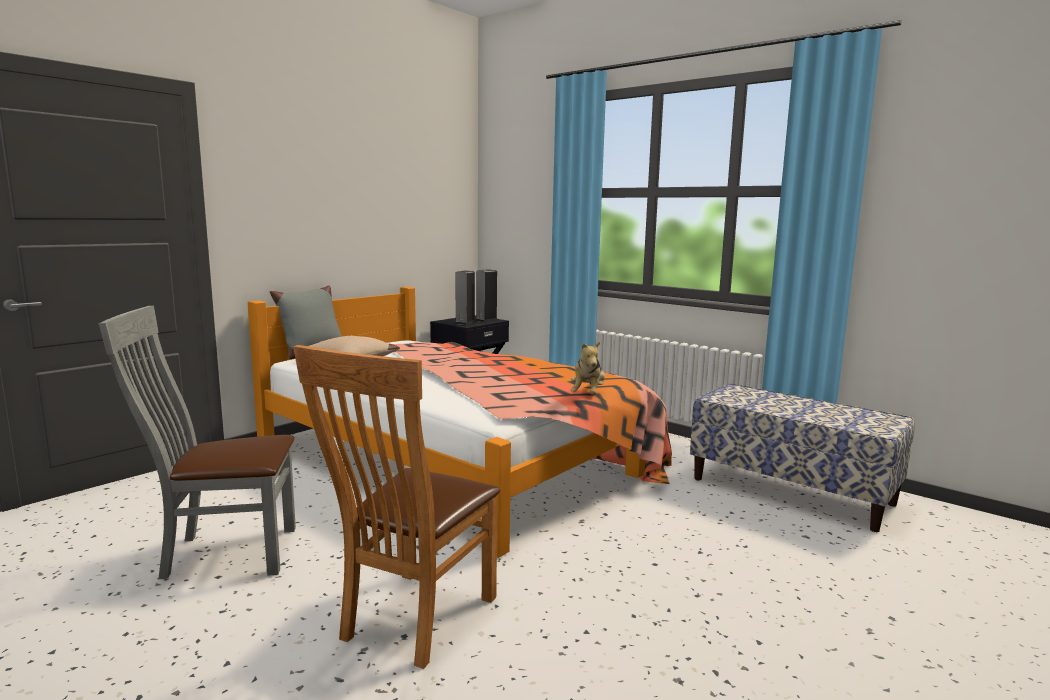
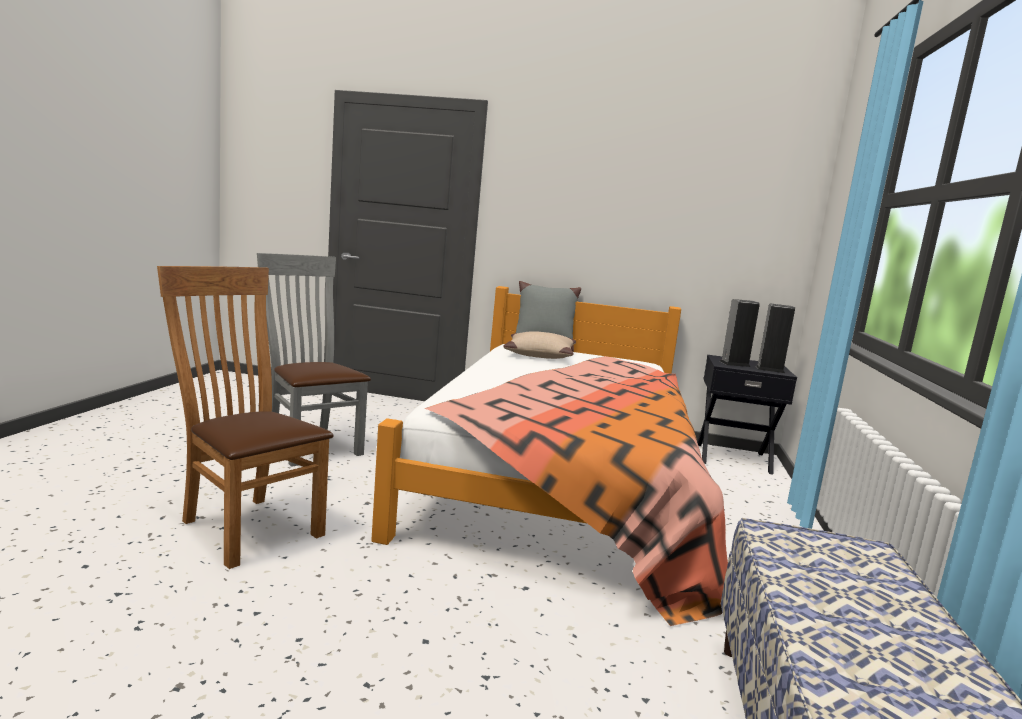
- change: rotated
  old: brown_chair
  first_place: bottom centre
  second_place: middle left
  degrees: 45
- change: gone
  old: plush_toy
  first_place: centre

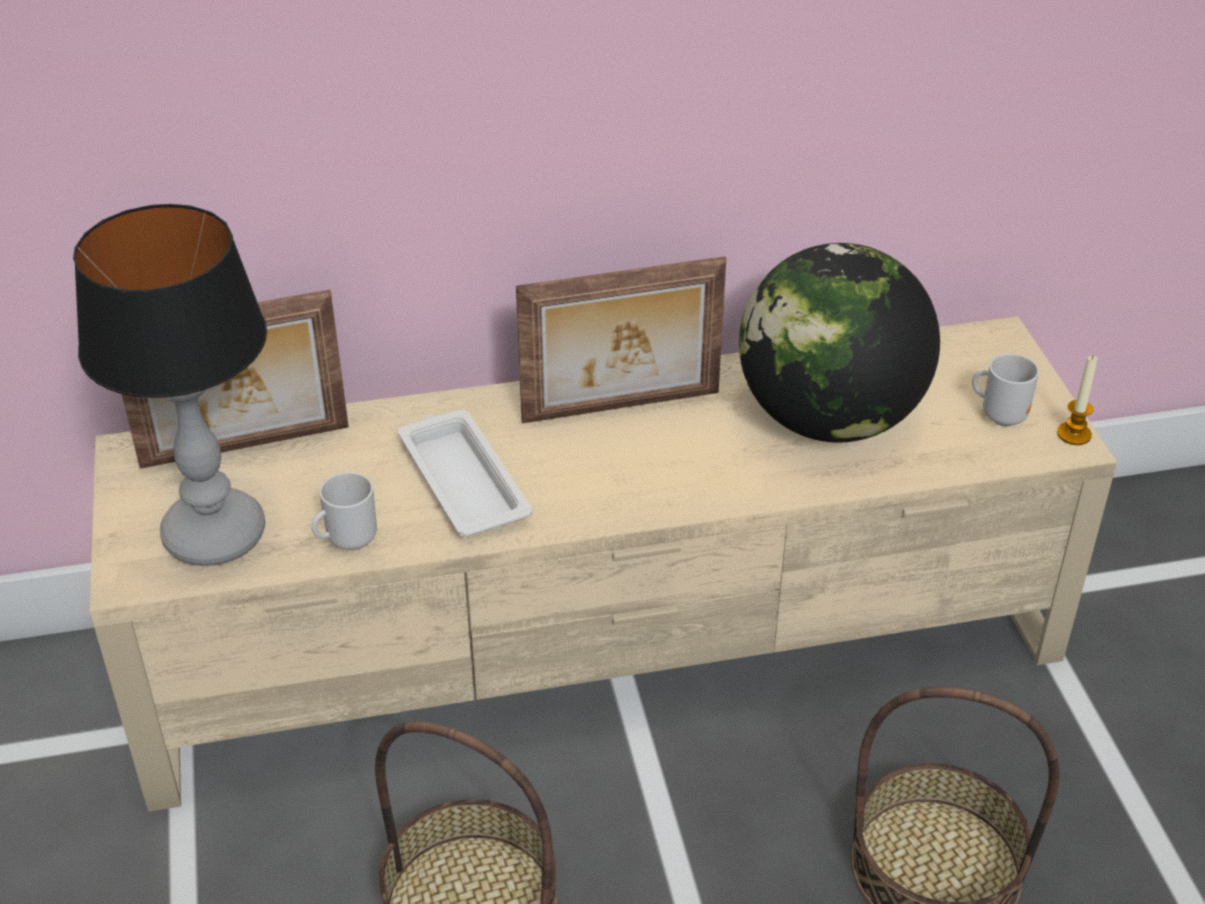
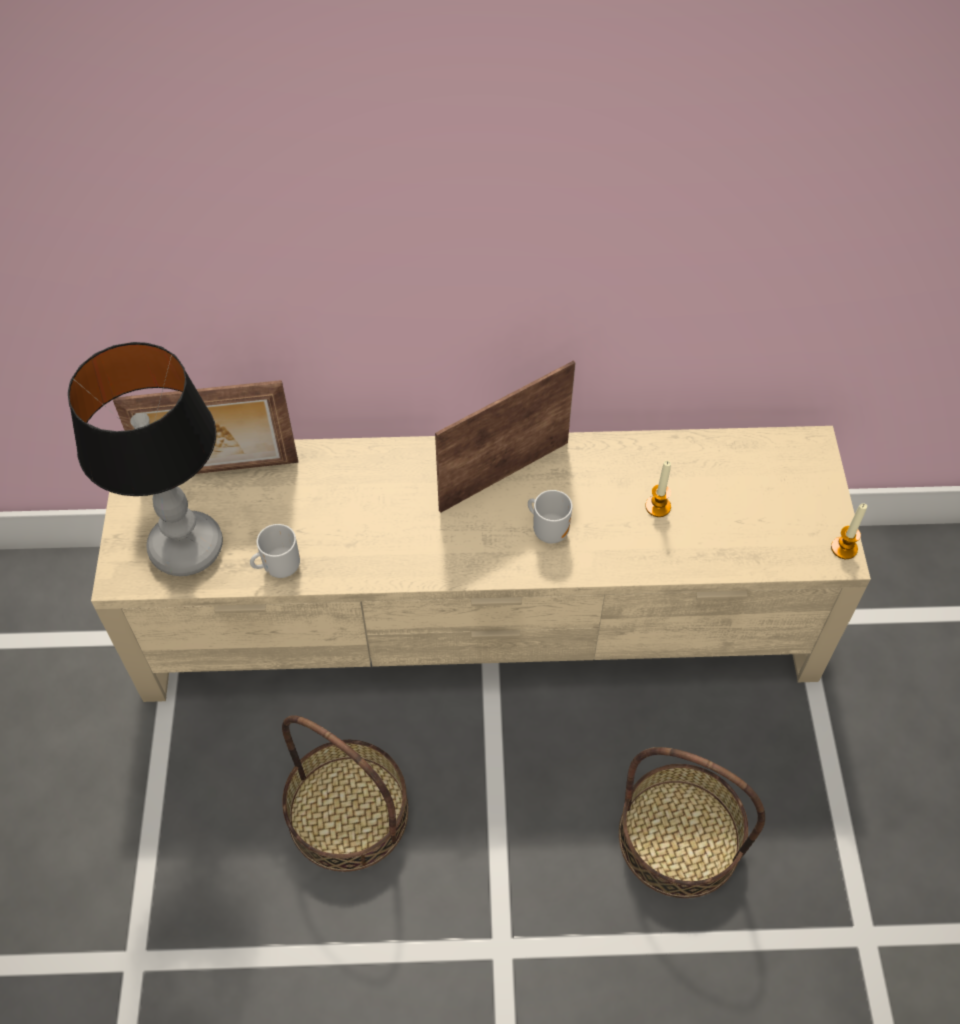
- change: gone
  old: white_tray
  first_place: centre
- change: rotated
  old: picture_frame (no. 2 from left)
  first_place: centre
  second_place: centre
  degrees: 150
- change: swapped
  old: globe
  new: candle (no. 1 from left)
  first_place: middle right
  second_place: middle right
- change: shifted
  old: mug (no. 2 from left)
  first_place: middle right
  second_place: centre

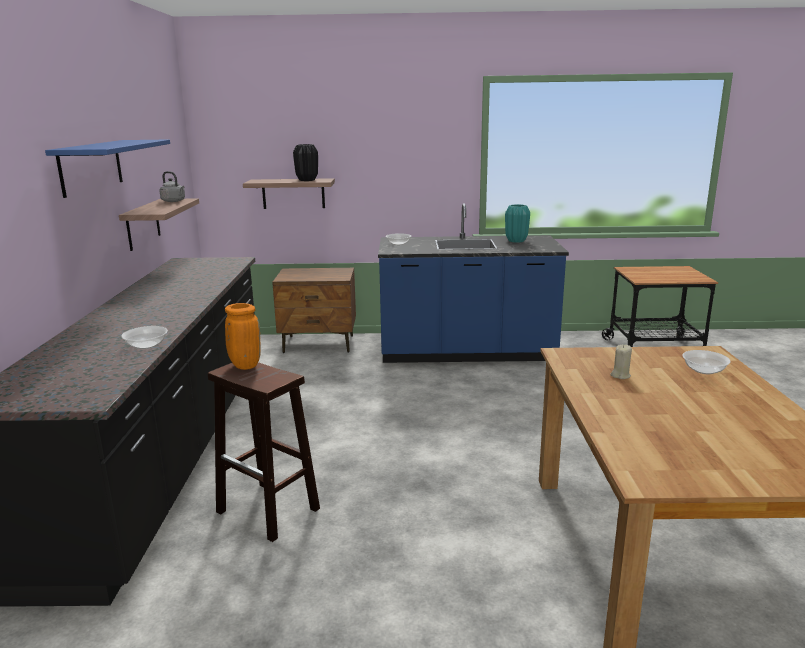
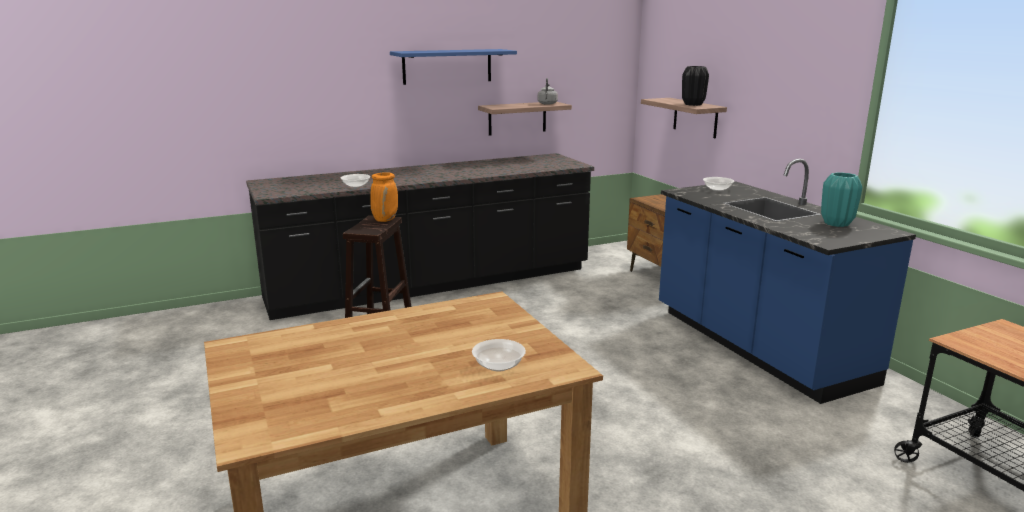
- change: gone
  old: beige_candle
  first_place: middle right

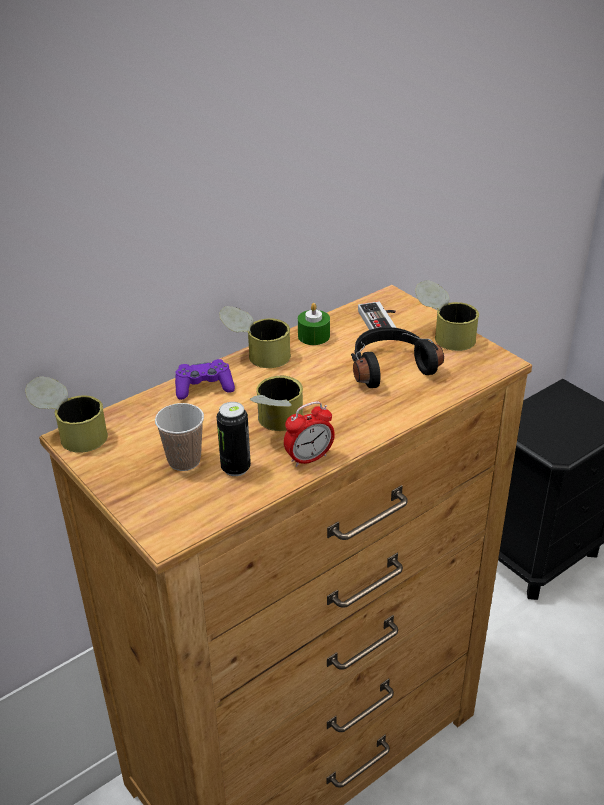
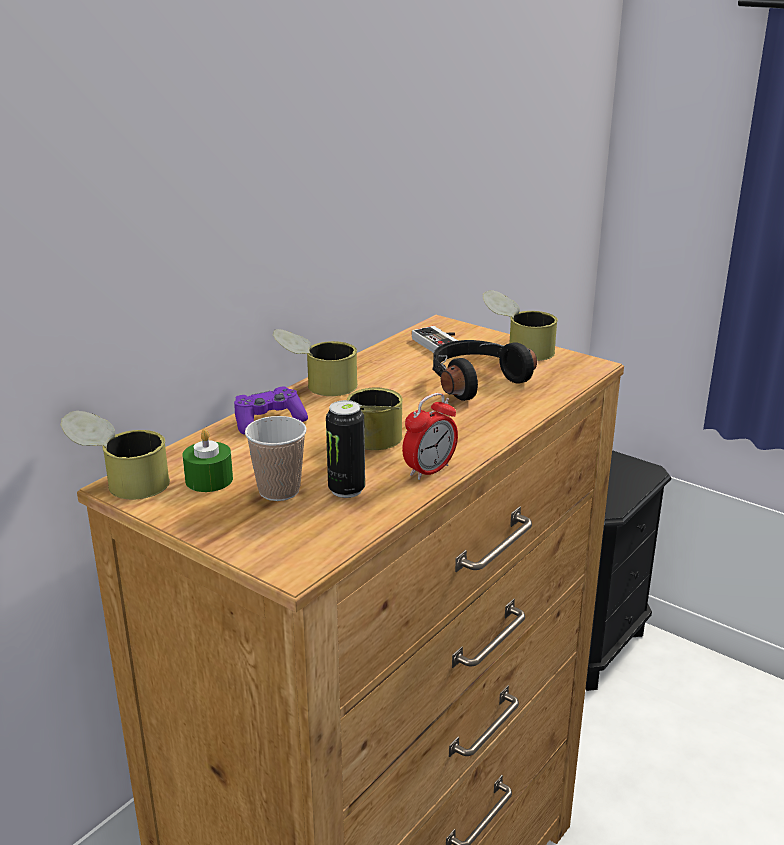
- change: shifted
  old: green_candle
  first_place: centre
  second_place: middle left

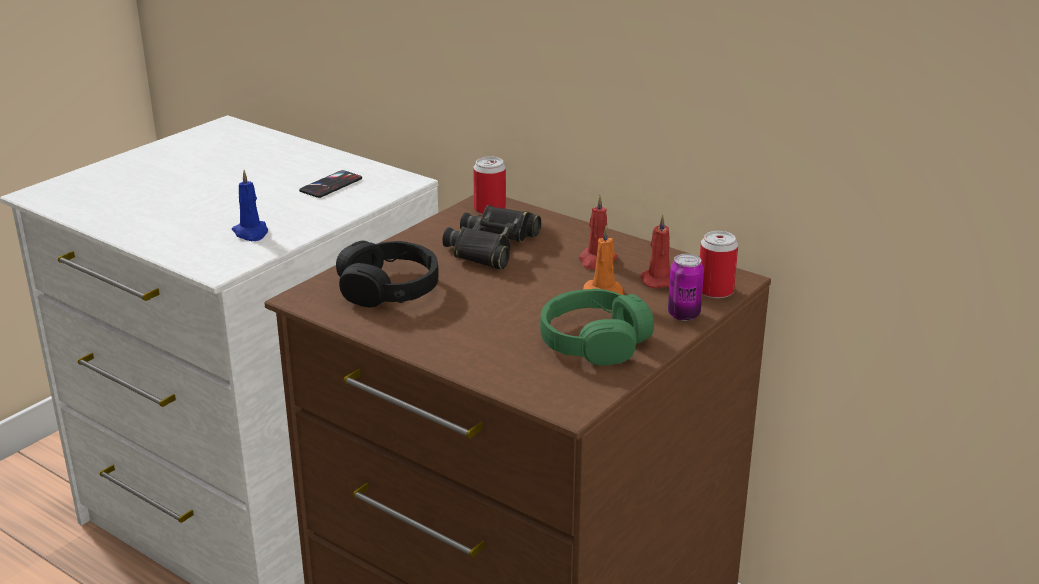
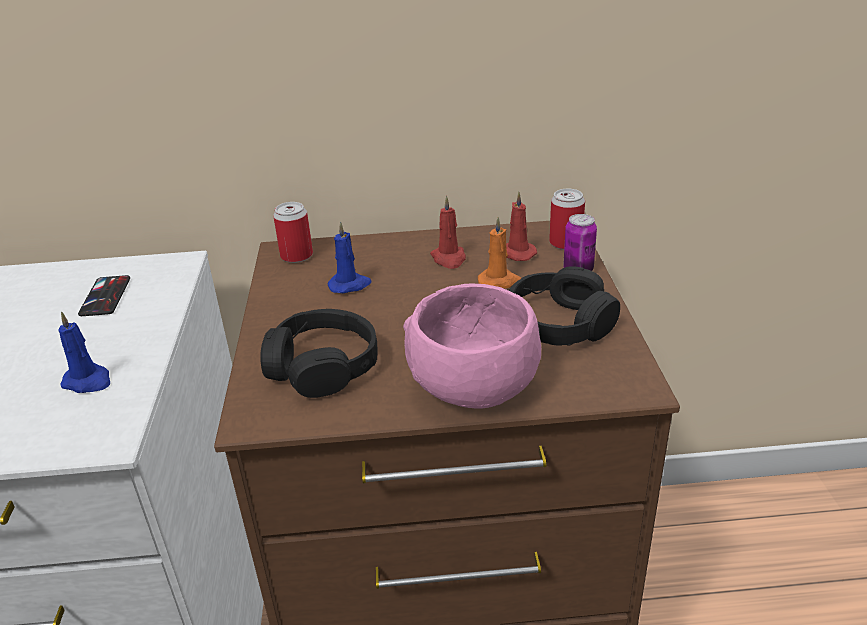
- change: swapped
  old: black_binoculars
  new: blue_candle (no. 2 from left)
  first_place: centre
  second_place: centre
- change: repainted
  old: green_headphones
  new: black_headphones (no. 2 from left)
  first_place: centre
  second_place: centre
- change: new
  new: pink_bowl
  second_place: centre

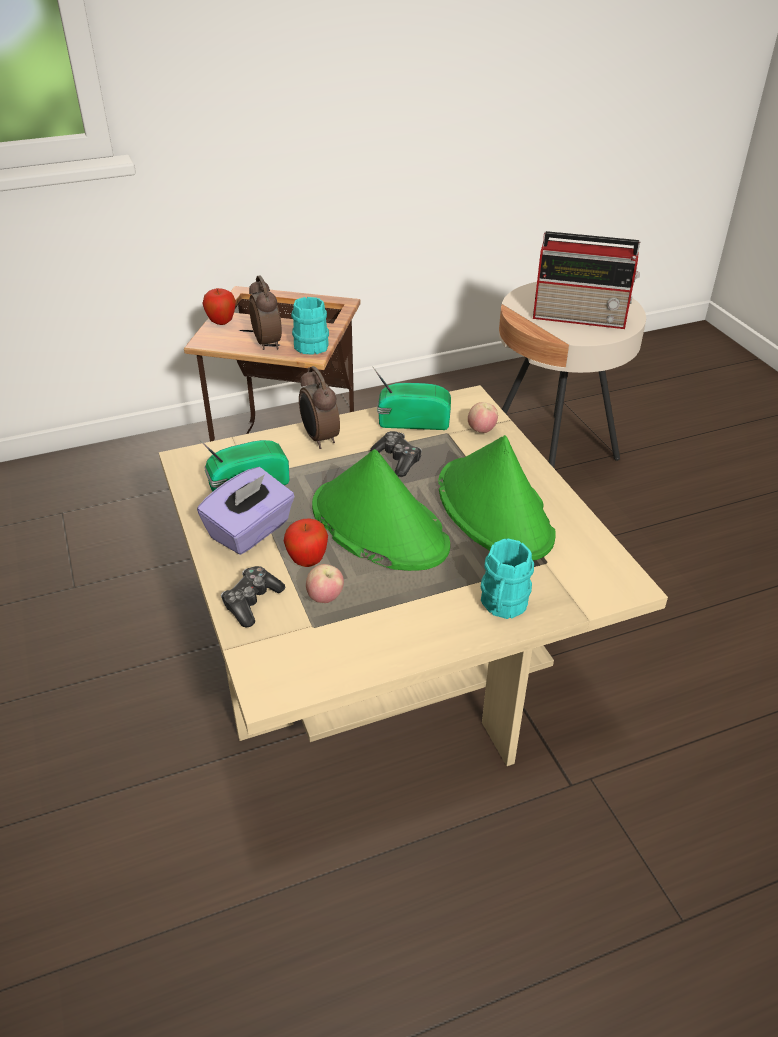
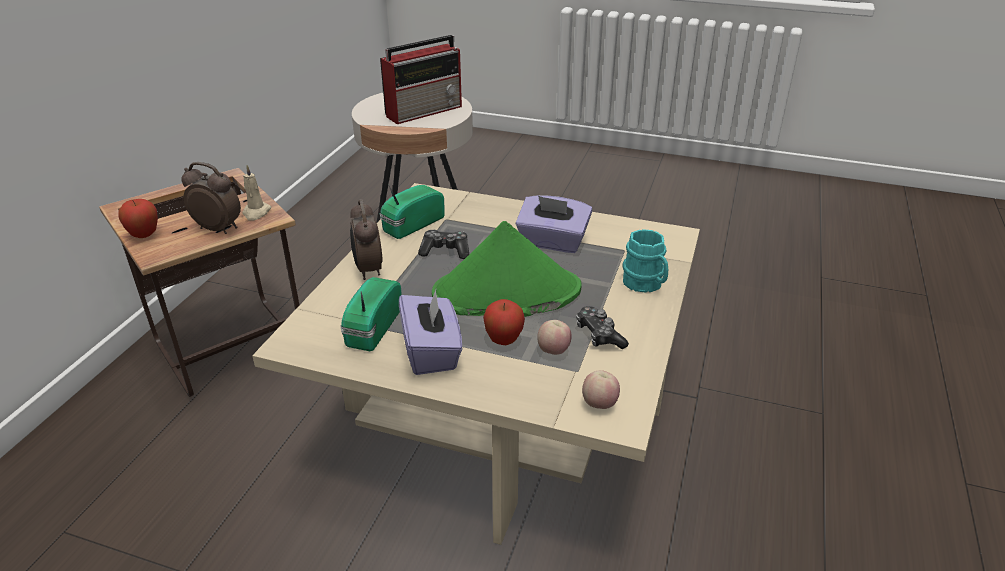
- change: shifted
  old: game_controller (no. 1 from left in the first image)
  new: game_controller (no. 2 from left)
  first_place: middle left
  second_place: centre
- change: swapped
  old: turquoise_mug (no. 1 from left)
  new: beige_candle
  first_place: top centre
  second_place: middle left
- change: rotated
  old: alarm_clock (no. 2 from left)
  first_place: centre
  second_place: centre
  degrees: 60
- change: swapped
  old: green_hat (no. 2 from left)
  new: purple_tissue_box (no. 2 from left)
  first_place: centre
  second_place: centre
- change: shifted
  old: apple (no. 4 from left)
  first_place: centre
  second_place: bottom centre

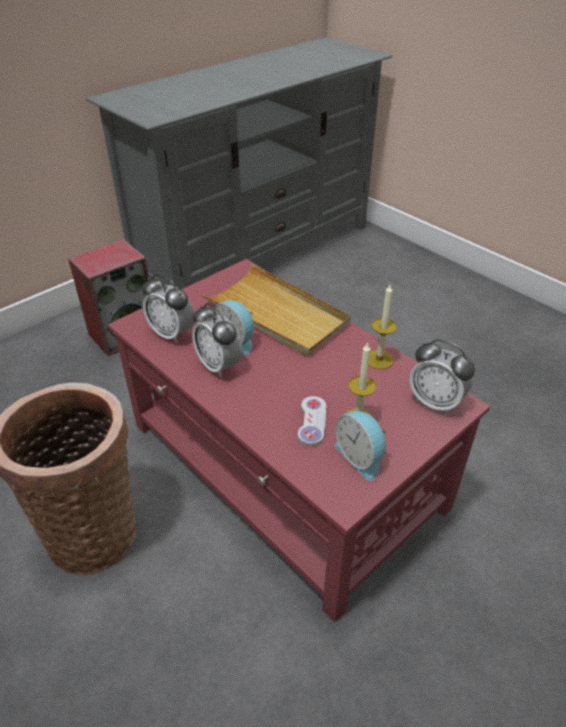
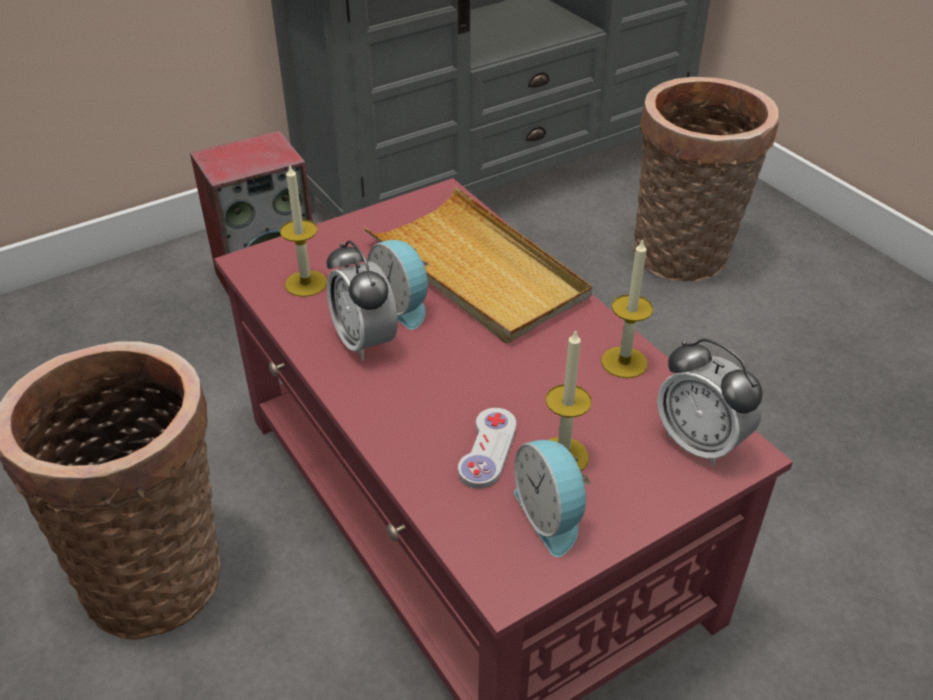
- change: swapped
  old: alarm_clock (no. 1 from left)
  new: candle (no. 1 from left)
  first_place: middle left
  second_place: top left
- change: new
  new: basket (no. 2 from left)
  second_place: top right

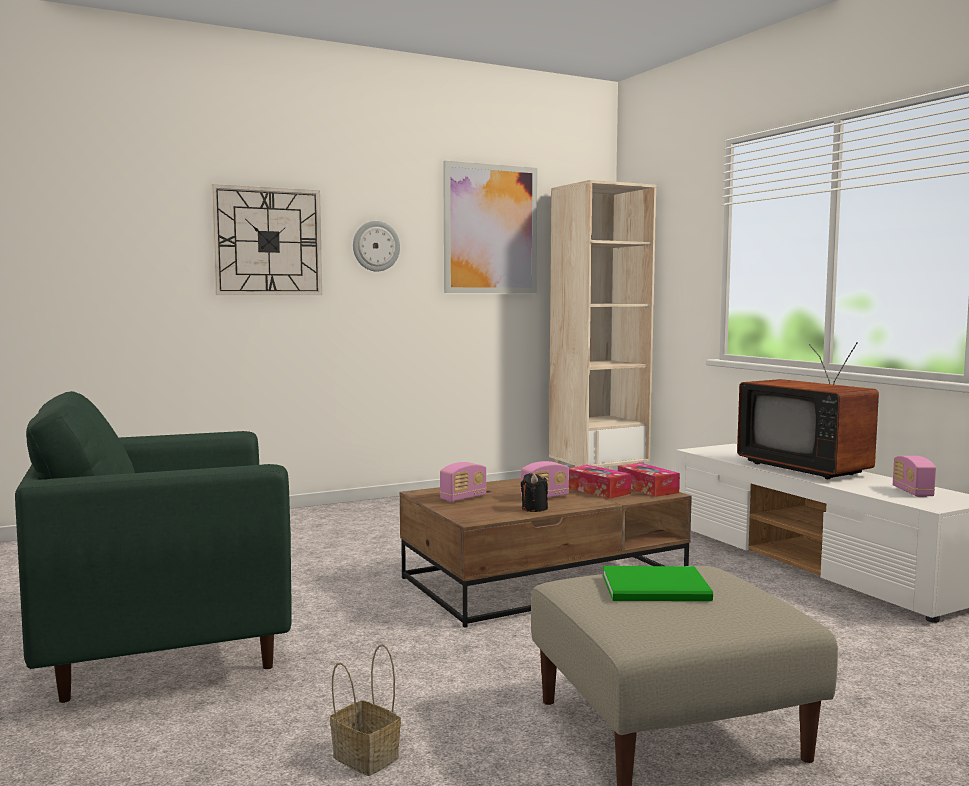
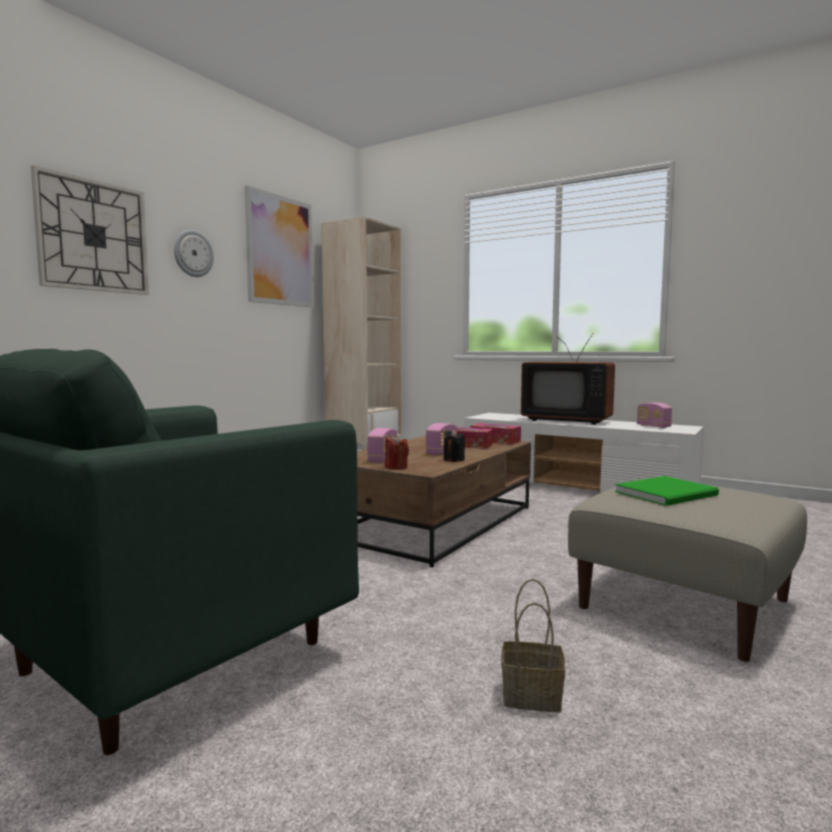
- change: new
  new: red_candle
  second_place: centre

